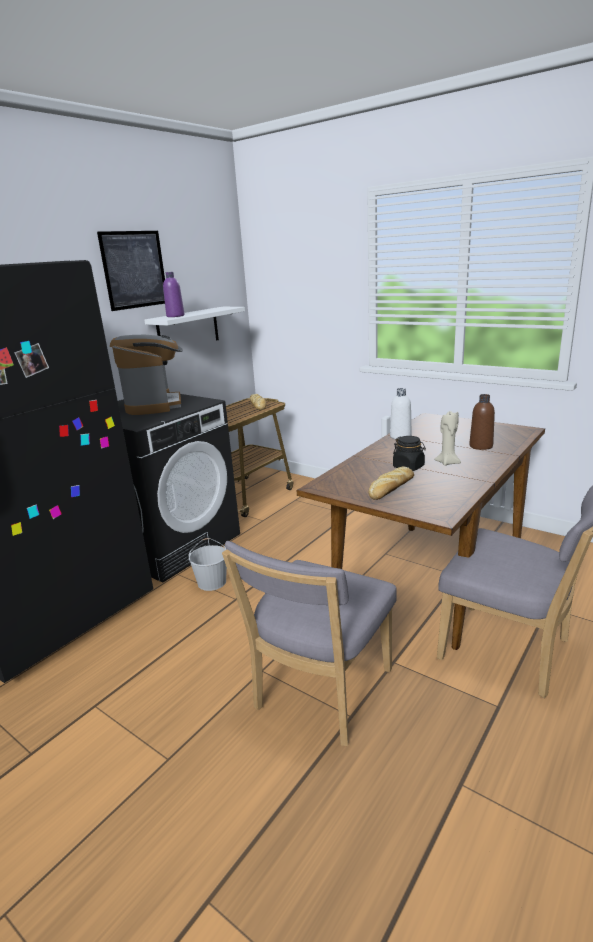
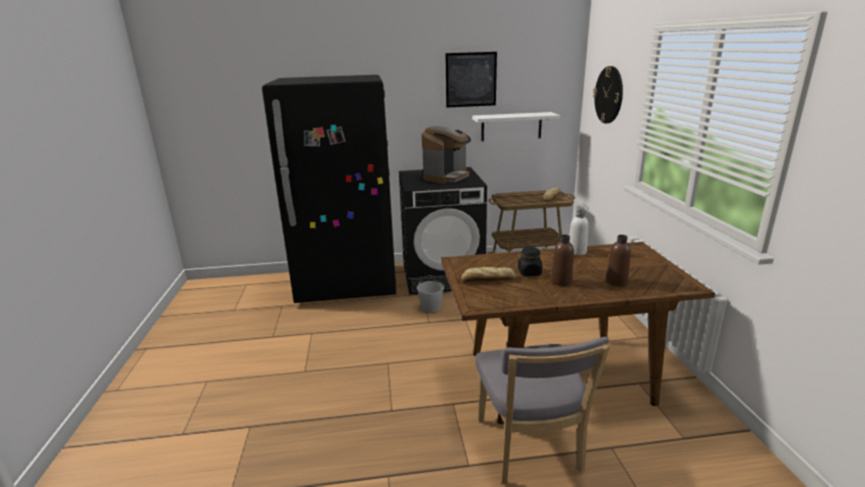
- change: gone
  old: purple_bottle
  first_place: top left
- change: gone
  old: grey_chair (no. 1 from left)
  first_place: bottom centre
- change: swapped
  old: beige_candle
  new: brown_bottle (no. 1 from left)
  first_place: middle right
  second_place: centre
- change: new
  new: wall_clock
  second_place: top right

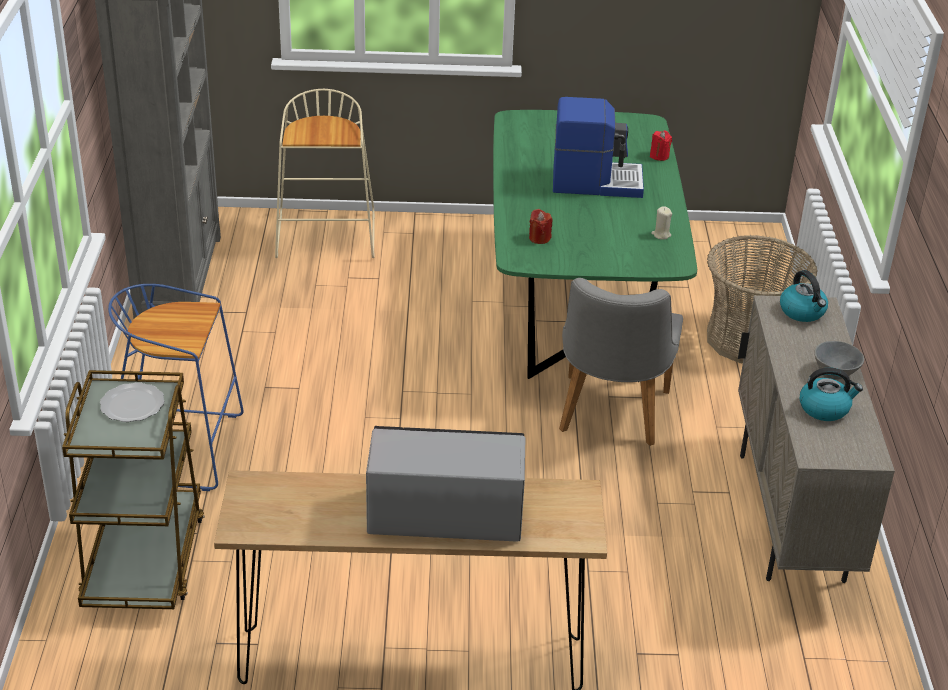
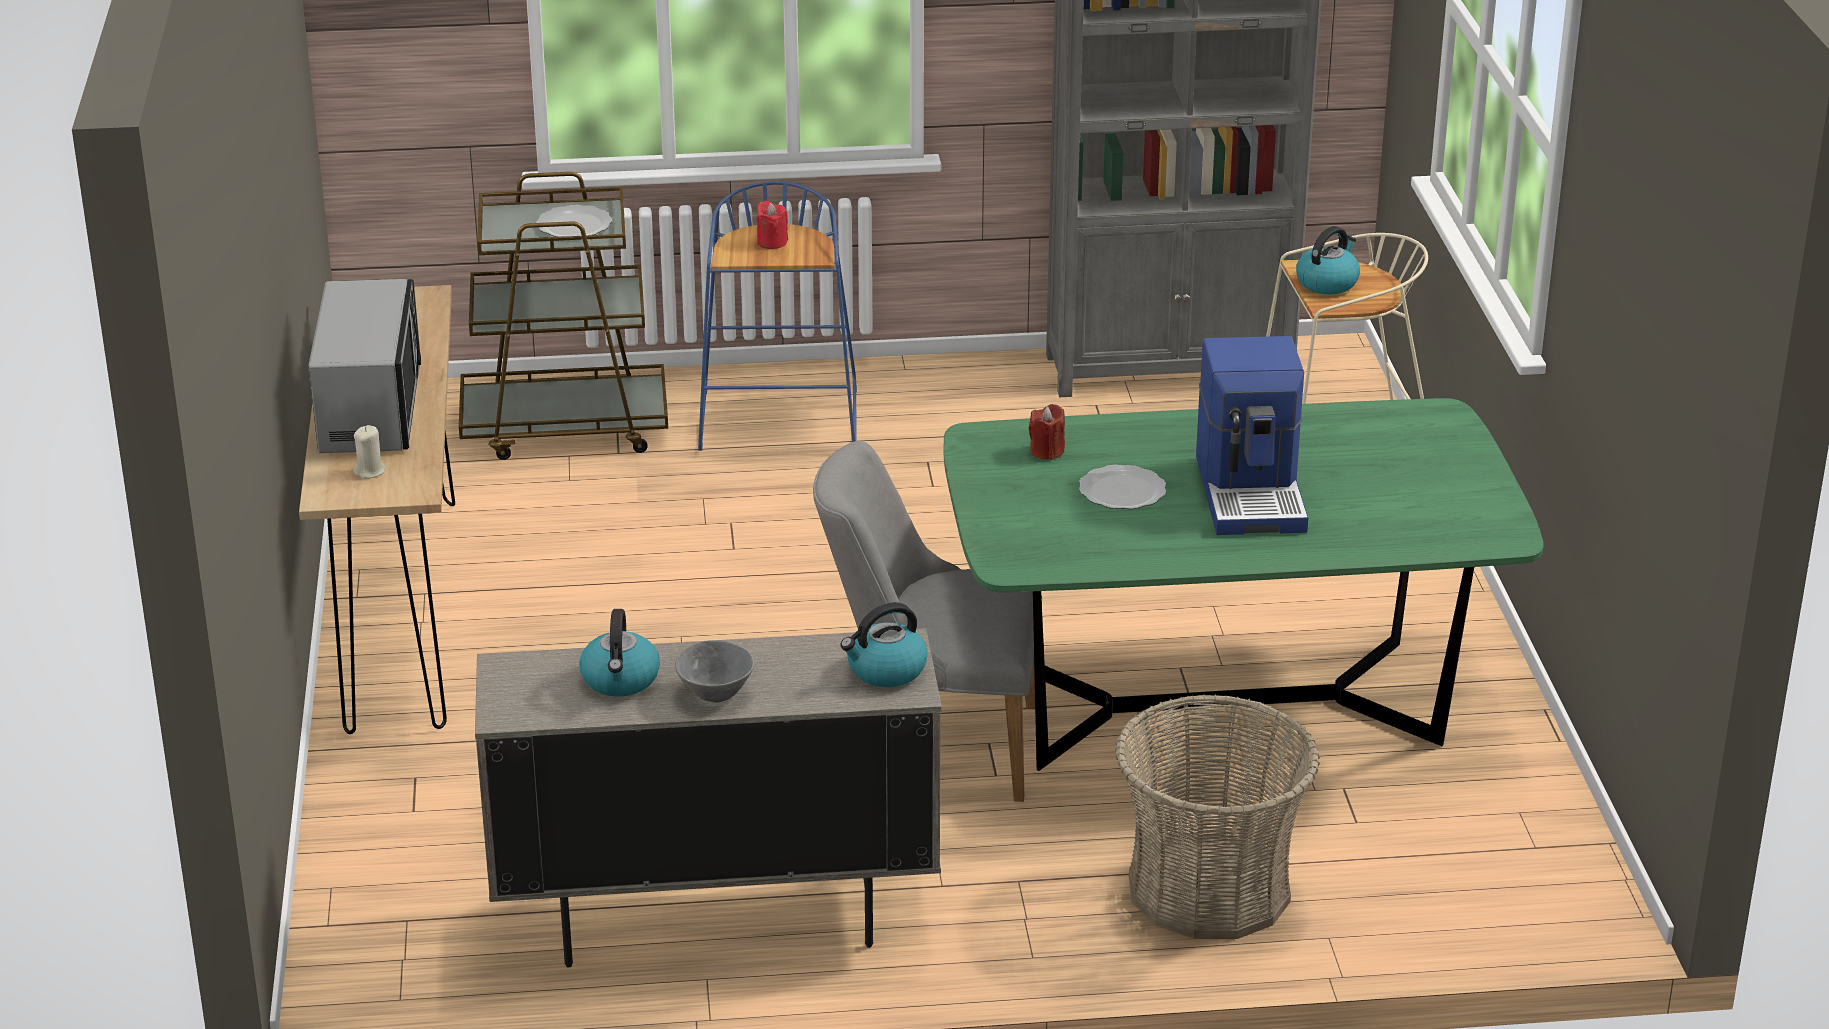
- change: shifted
  old: red_candle (no. 2 from left in the first image)
  new: red_candle (no. 1 from left)
  first_place: top right
  second_place: top centre
- change: shifted
  old: beige_candle
  first_place: top right
  second_place: middle left
- change: new
  new: plate (no. 2 from left)
  second_place: centre
- change: new
  new: kettle (no. 3 from left)
  second_place: top right

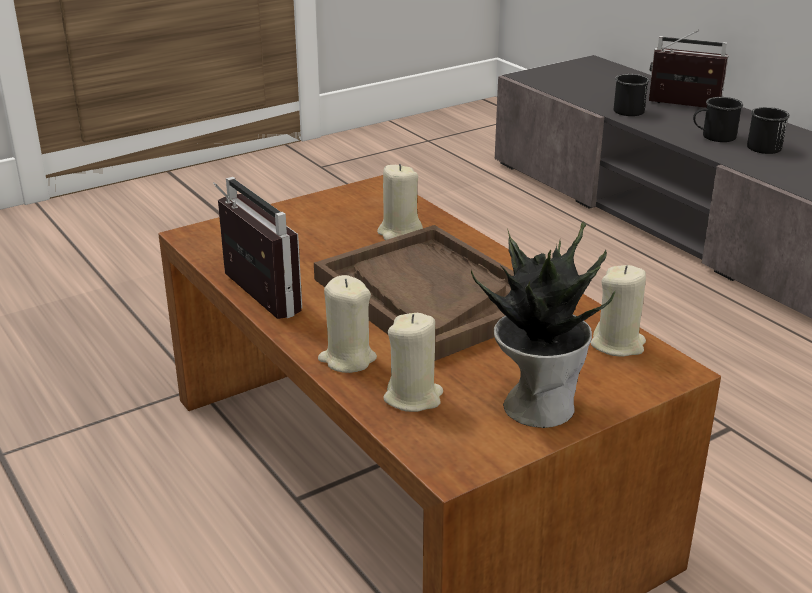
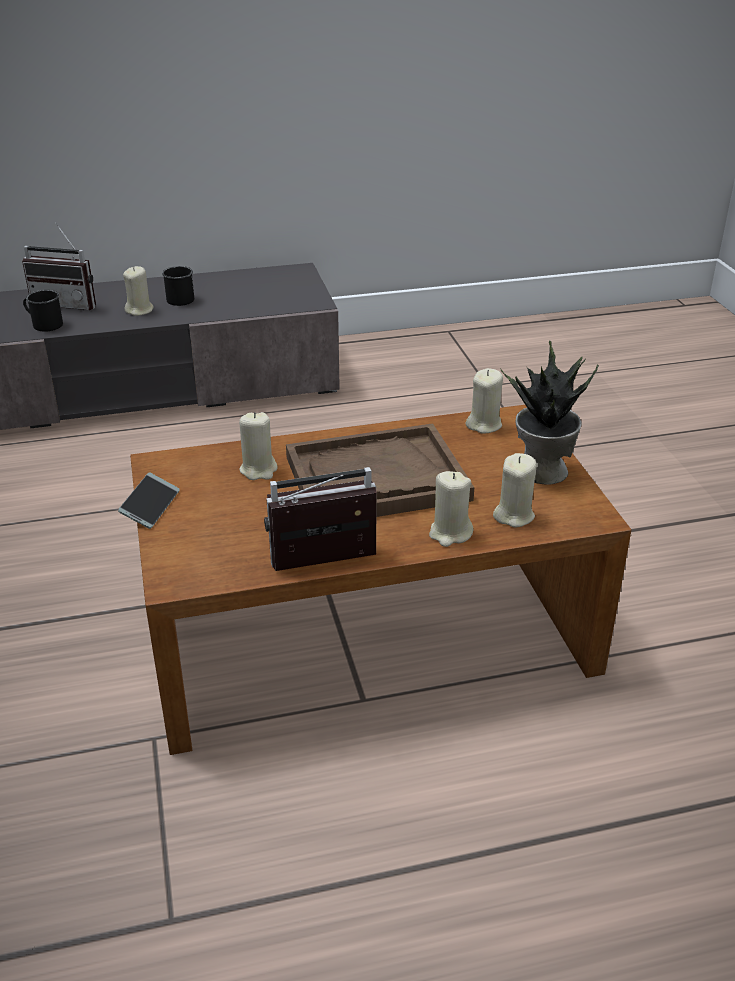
- change: rotated
  old: radio (no. 2 from left in the first image)
  first_place: top right
  second_place: top left
  degrees: -120
- change: swapped
  old: black_mug (no. 2 from left)
  new: beige_candle (no. 1 from left)
  first_place: top right
  second_place: top left
- change: new
  new: phone
  second_place: middle left

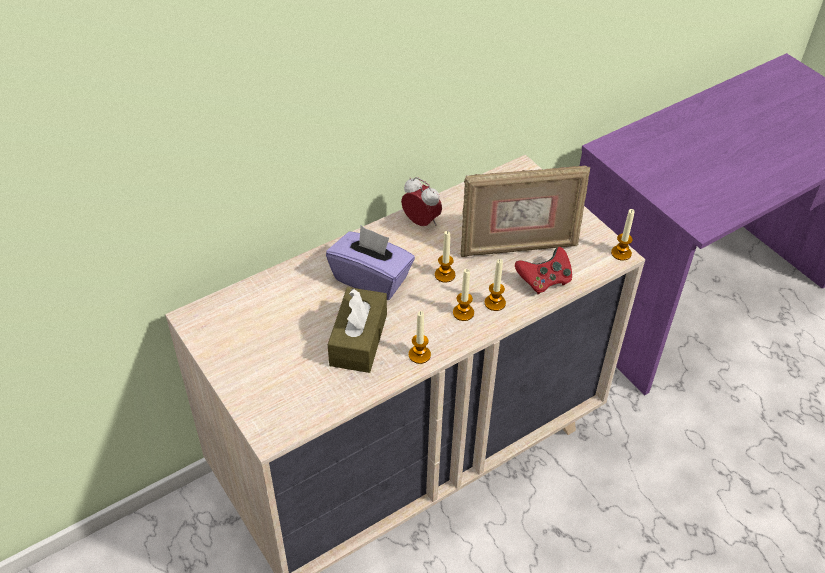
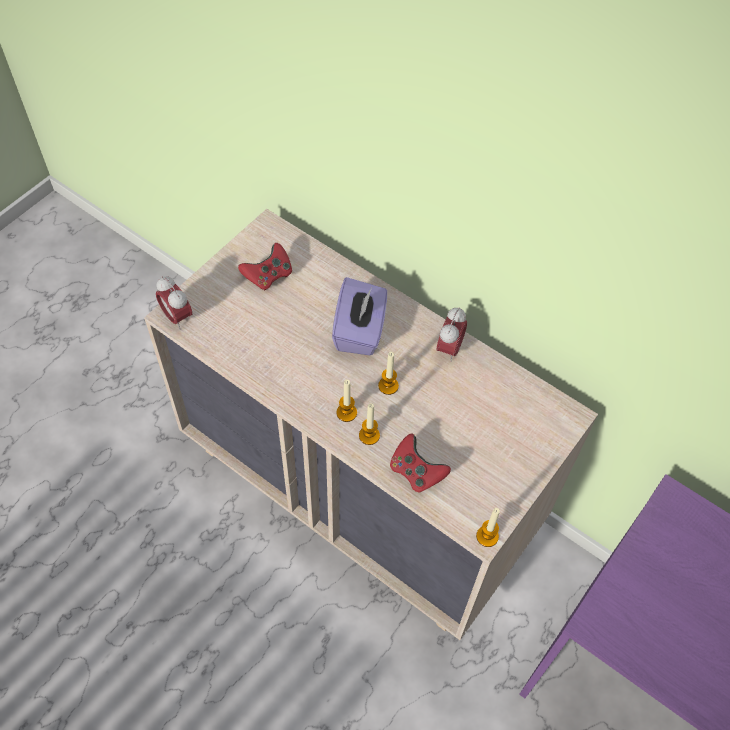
- change: gone
  old: brown_tissue_box
  first_place: centre
- change: gone
  old: candle (no. 1 from left)
  first_place: centre
- change: gone
  old: picture_frame
  first_place: centre
- change: new
  new: alarm_clock (no. 1 from left)
  second_place: middle left
- change: new
  new: red_game_controller (no. 1 from left)
  second_place: centre

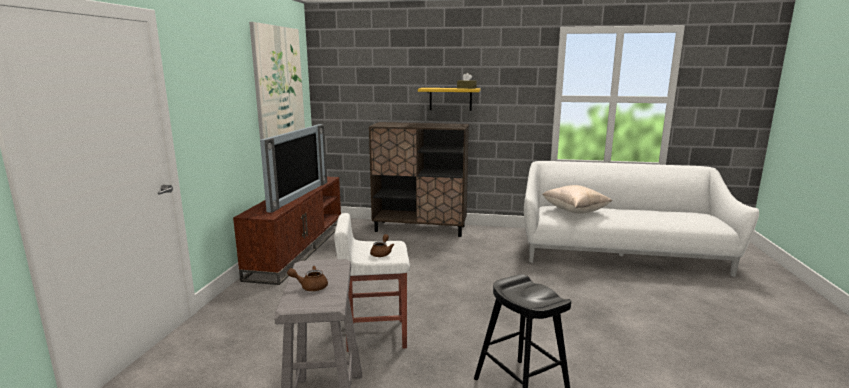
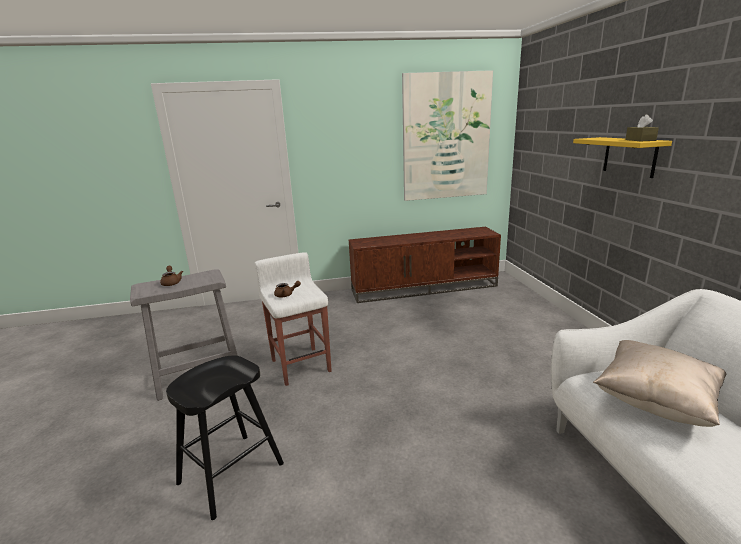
- change: gone
  old: television
  first_place: centre
- change: gone
  old: brown_cabinet
  first_place: centre

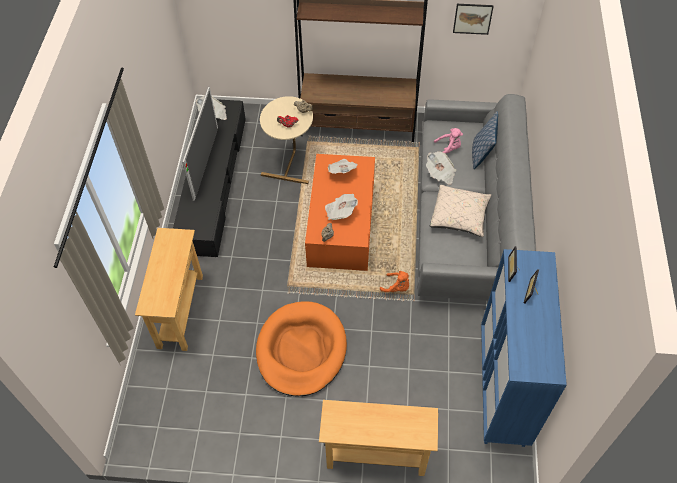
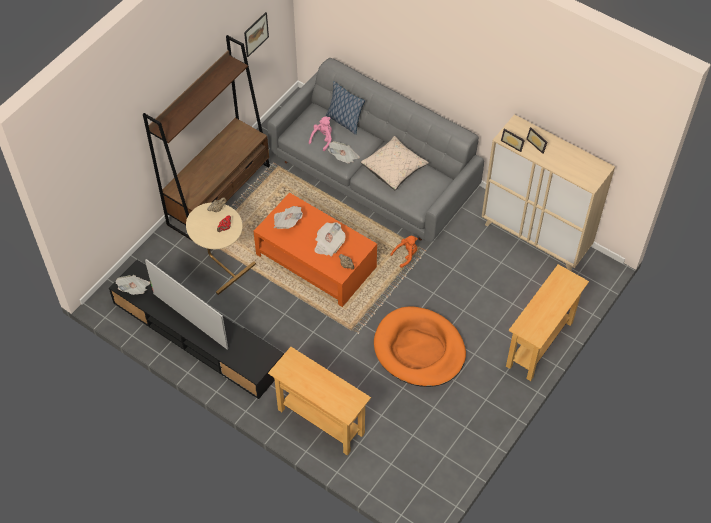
- change: repainted
  old: blue_cabinet
  new: beige_cabinet
  first_place: bottom right
  second_place: middle right

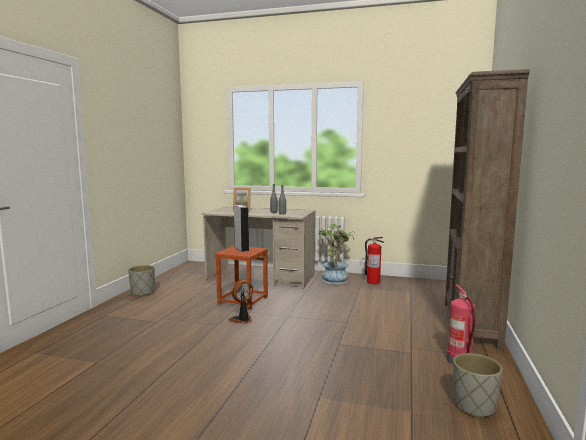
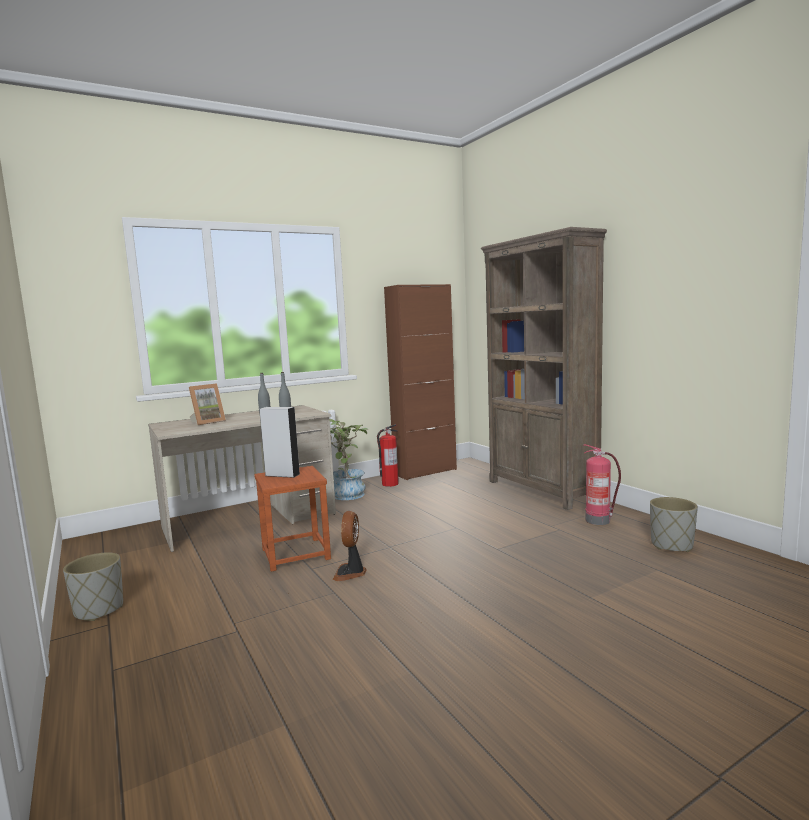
- change: new
  new: brown_cabinet
  second_place: centre

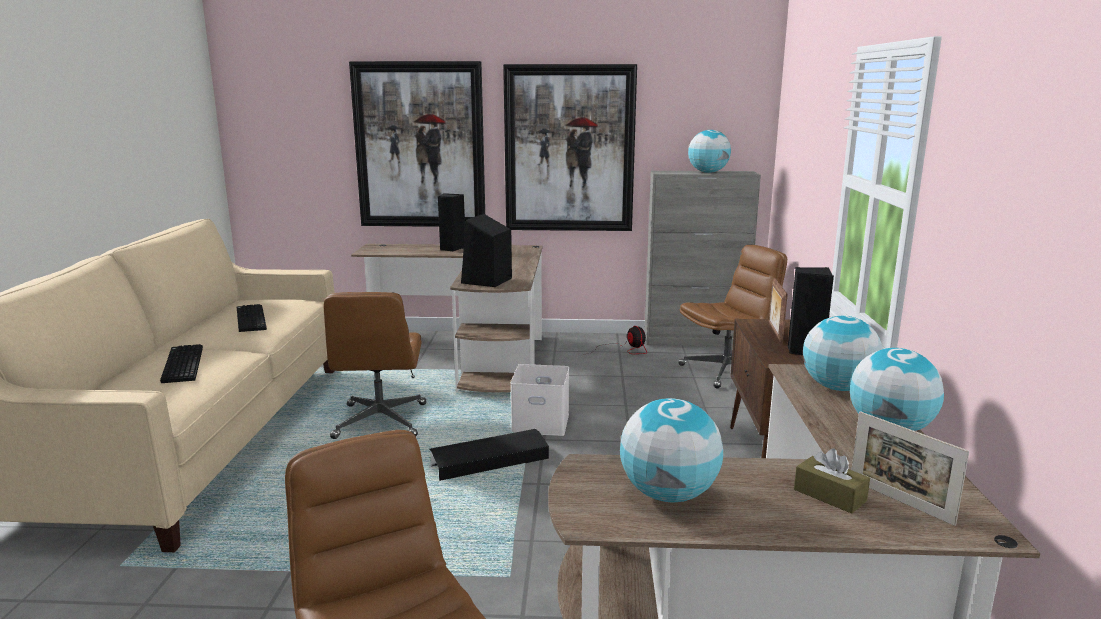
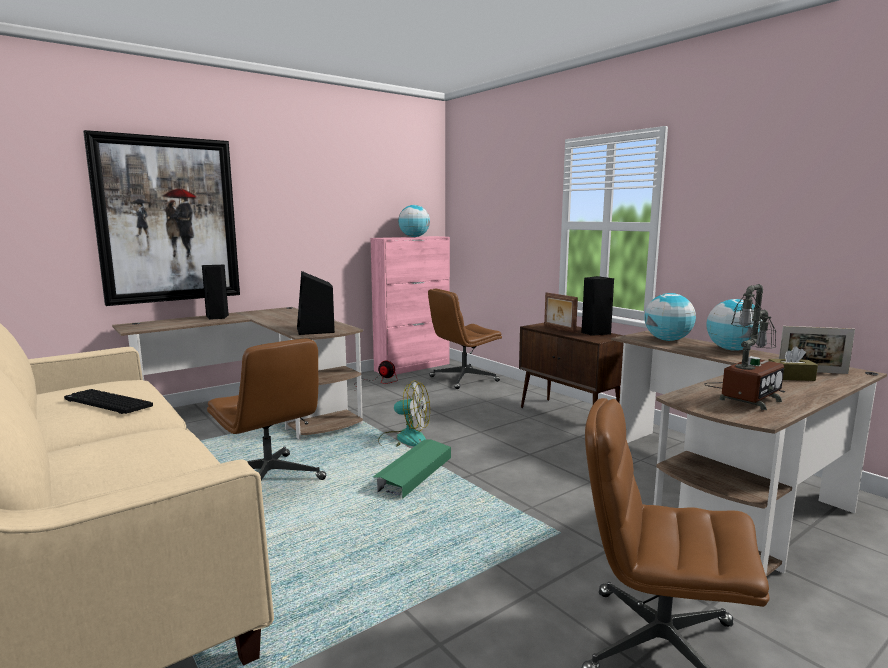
- change: gone
  old: keyboard (no. 1 from left)
  first_place: middle left
- change: repainted
  old: black_storage_box
  new: green_storage_box
  first_place: bottom centre
  second_place: bottom centre
- change: gone
  old: picture (no. 2 from left)
  first_place: top centre
- change: swapped
  old: white_storage_box
  new: fan (no. 2 from left)
  first_place: centre
  second_place: centre
- change: swapped
  old: globe (no. 1 from left)
  new: table_lamp
  first_place: bottom centre
  second_place: middle right
- change: repainted
  old: grey_cabinet
  new: pink_cabinet
  first_place: centre
  second_place: centre
- change: rotated
  old: brown_office_chair (no. 3 from left in the first image)
  first_place: centre
  second_place: centre
  degrees: -150

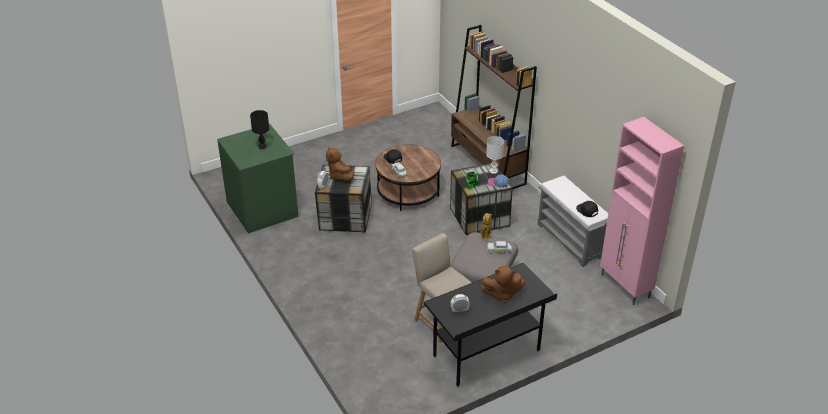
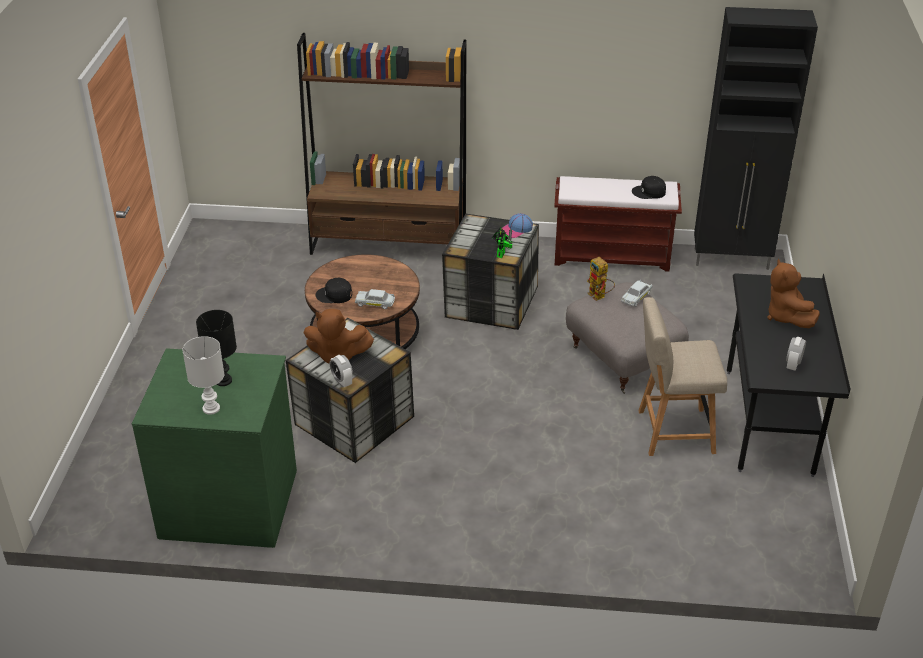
- change: rotated
  old: brown_plush_toy (no. 2 from left)
  first_place: bottom centre
  second_place: middle right
  degrees: 135
- change: shifted
  old: white_table_lamp
  first_place: centre
  second_place: middle left
- change: repainted
  old: grey_bench
  new: brown_bench
  first_place: middle right
  second_place: middle right
- change: repainted
  old: pink_cabinet
  new: black_cabinet
  first_place: middle right
  second_place: top right

